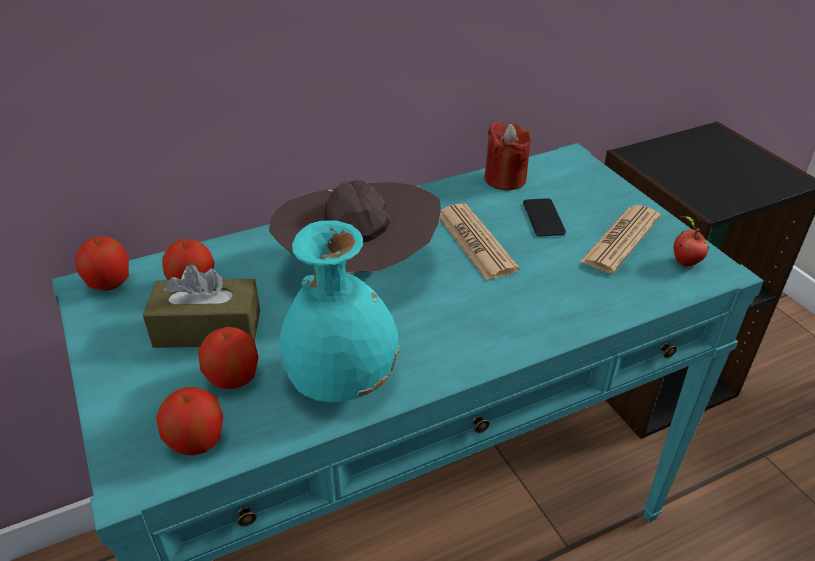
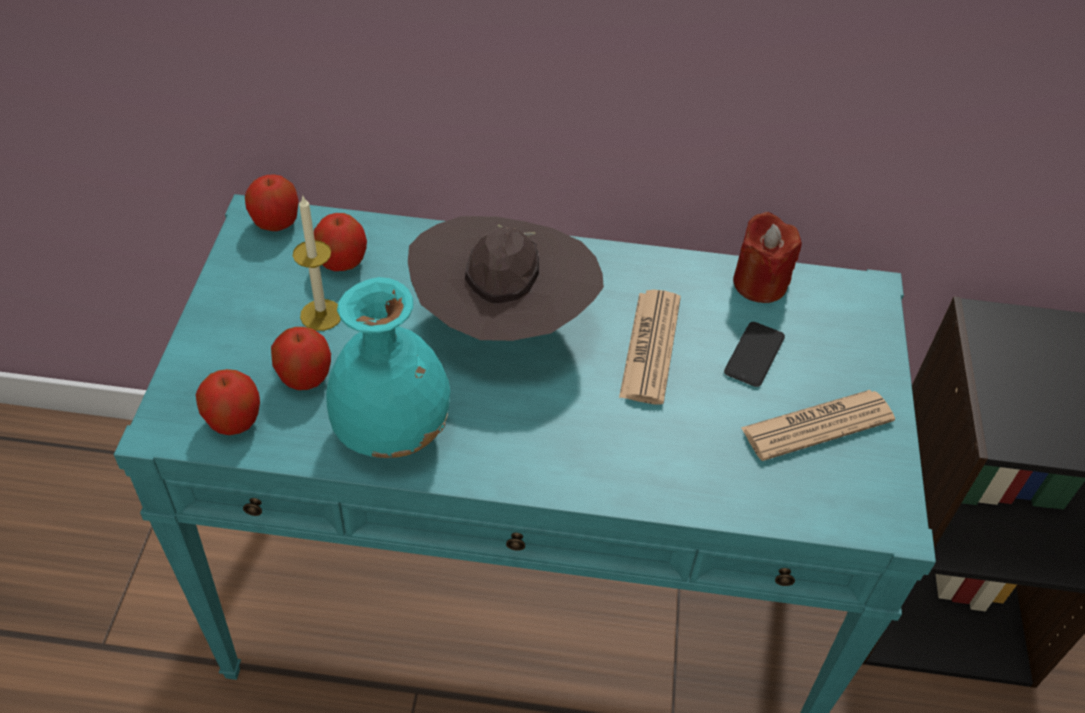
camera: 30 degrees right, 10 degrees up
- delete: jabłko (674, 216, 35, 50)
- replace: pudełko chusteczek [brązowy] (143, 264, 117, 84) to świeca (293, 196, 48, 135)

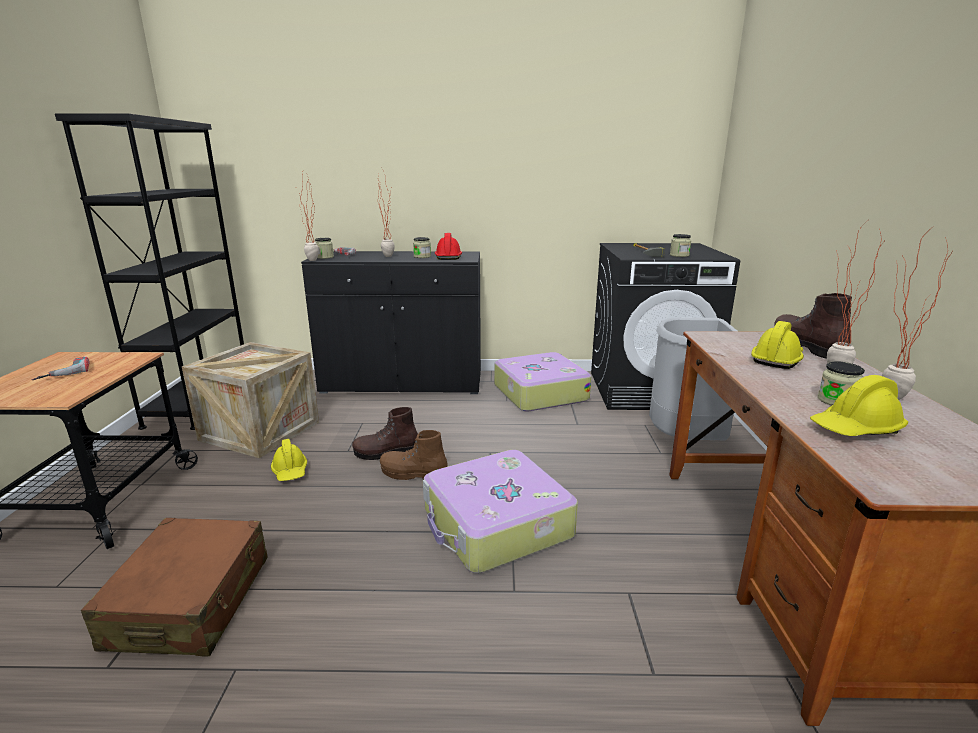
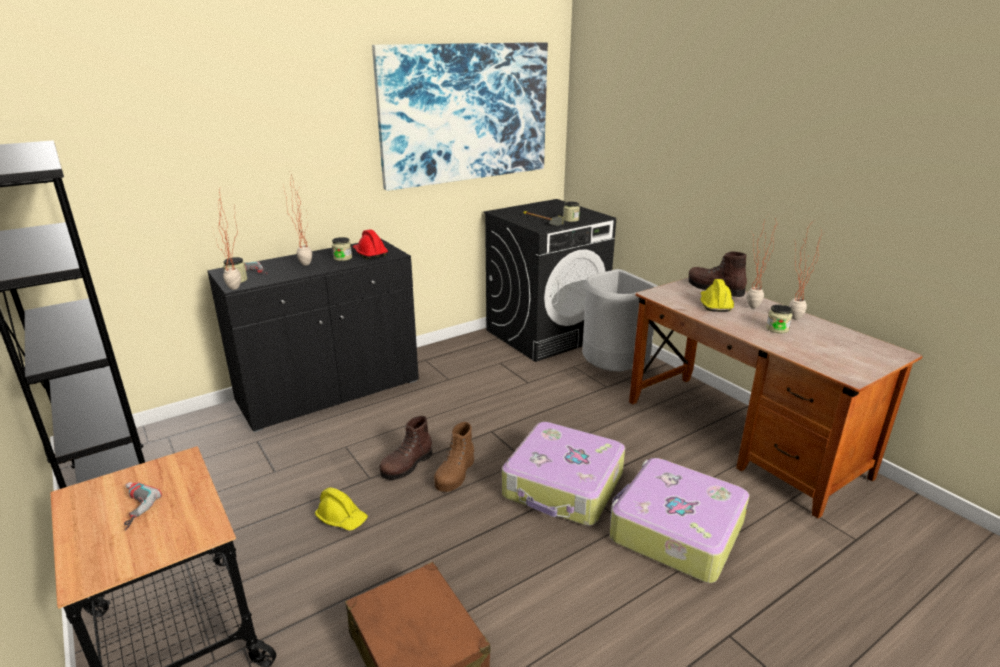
camera: 35 degrees left, 5 degrees up
- delete: skrzynka (182, 342, 137, 116)
- delete: kask [żółty] (810, 375, 98, 61)
- insert: obraz (372, 42, 176, 149)
- move: walizka (494, 352, 97, 60) to (610, 458, 139, 125)
- rotate: but z cholewką [brązowy] (380, 430, 68, 50) = (434, 422, 40, 70) 45 degrees counterclockwise

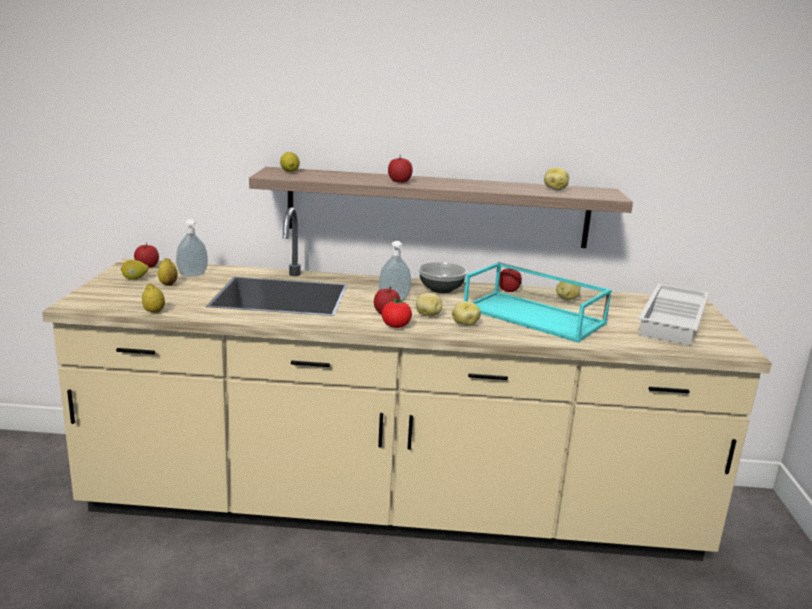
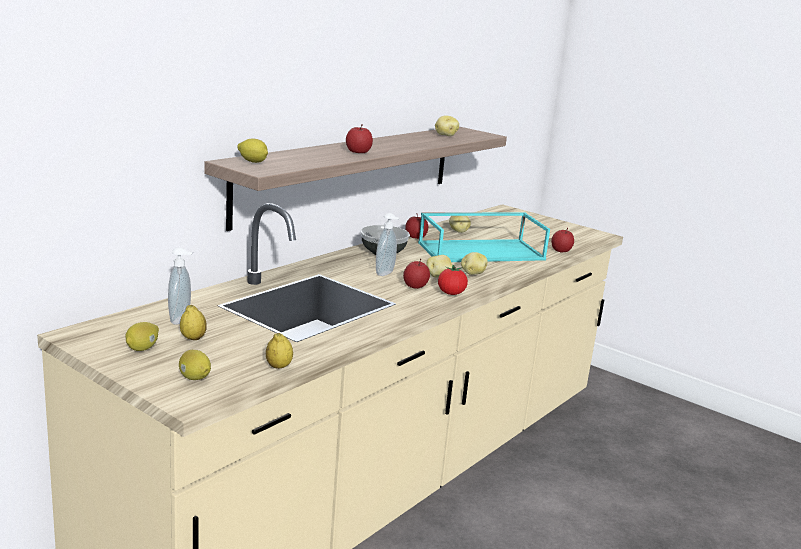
camera: 55 degrees left, 0 degrees up
- delete: taca [biały] (638, 284, 71, 62)
- insert: cytryna (179, 350, 32, 30)
- move: jabłko (134, 243, 25, 25) to (551, 228, 23, 24)

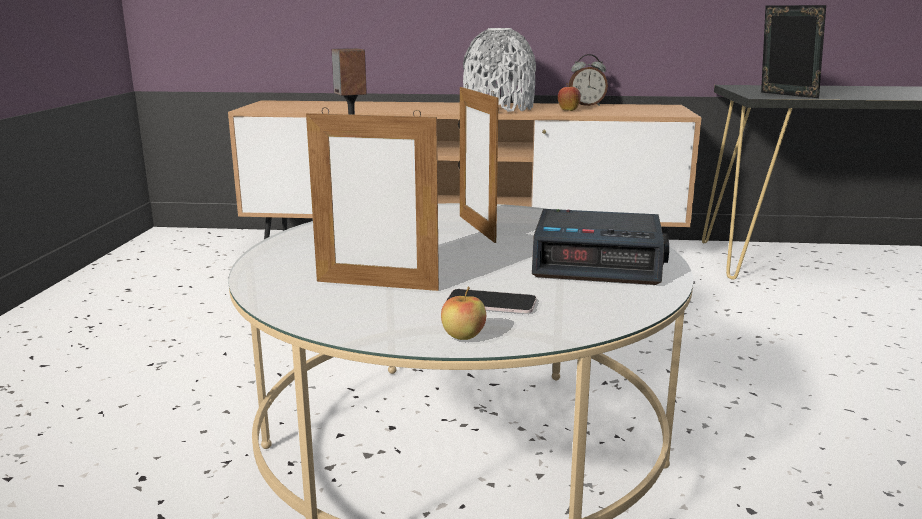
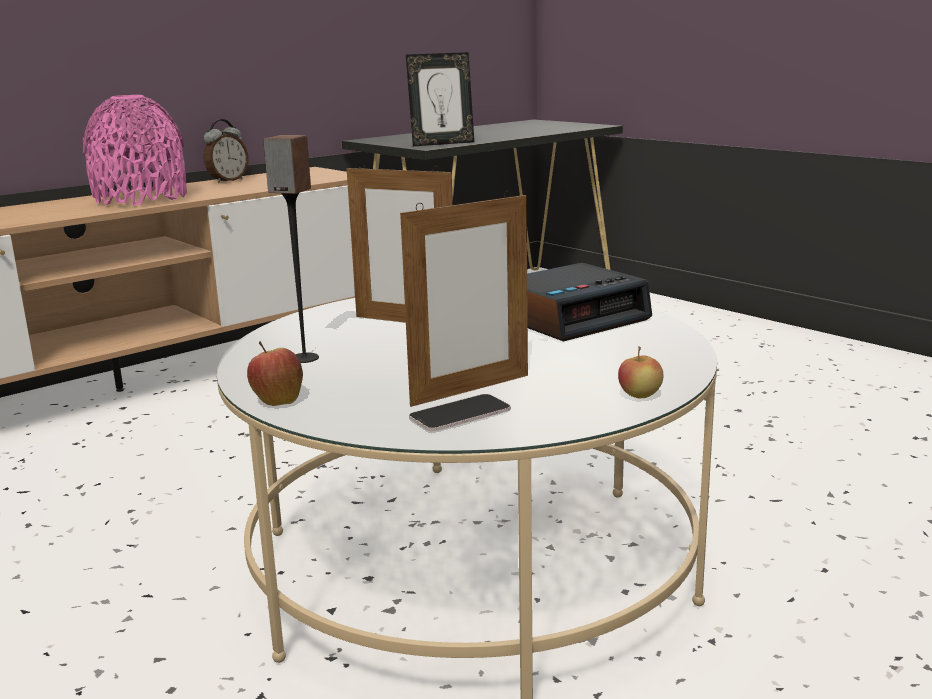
camera: 45 degrees left, 0 degrees up
- move: telefon (445, 289, 92, 24) to (409, 394, 102, 37)
- move: jabłko (558, 85, 23, 26) to (247, 341, 56, 65)
- recolor: wazon [szary] (463, 28, 73, 84) to wazon [różowy] (83, 95, 104, 111)
- rotate: ramka na zdjęcie (761, 5, 65, 93) = (406, 52, 68, 94) 150 degrees clockwise

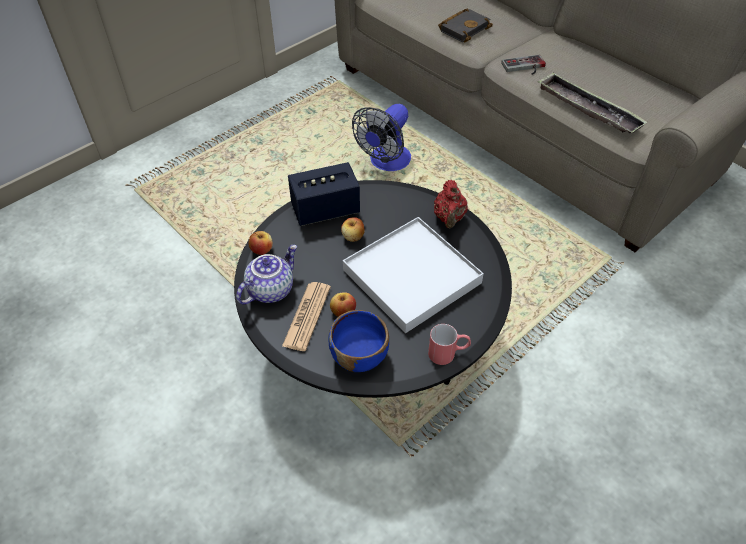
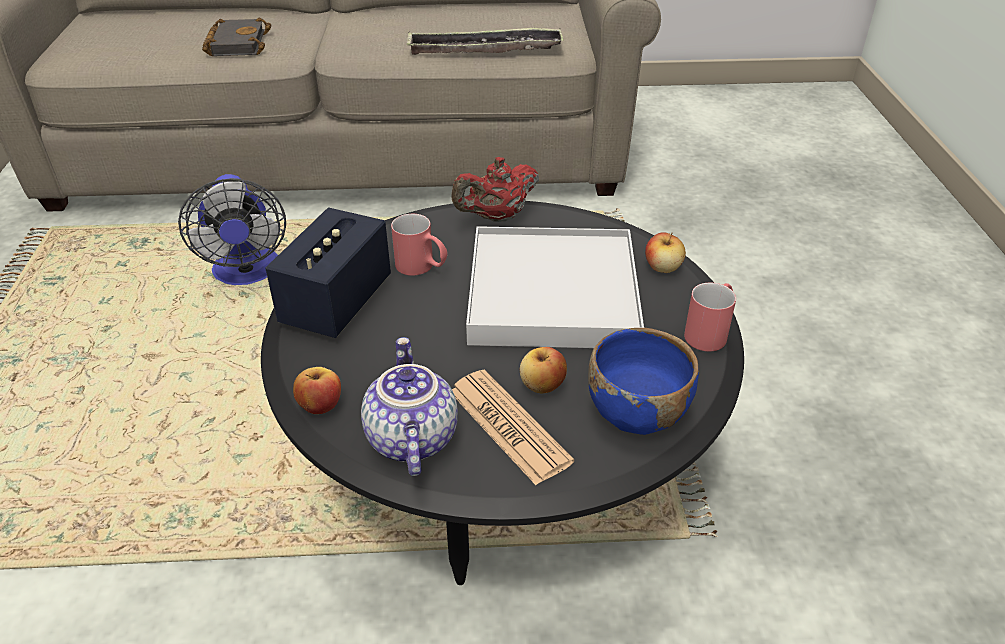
camera: 50 degrees left, 10 degrees down
- delete: pad do gier (501, 55, 45, 20)
- insert: kubek [czerwony] (391, 214, 57, 62)
- move: jabłko (341, 217, 24, 25) to (645, 232, 41, 41)
- rotate: imbryk [czerwony] (434, 180, 34, 48) = (451, 157, 88, 65) 105 degrees clockwise

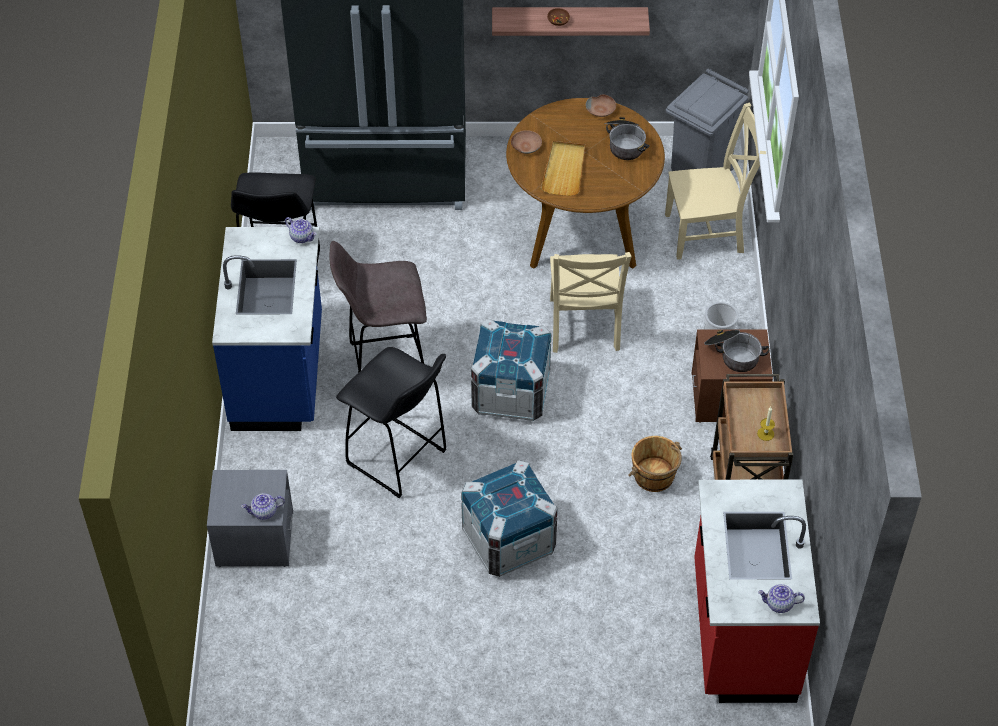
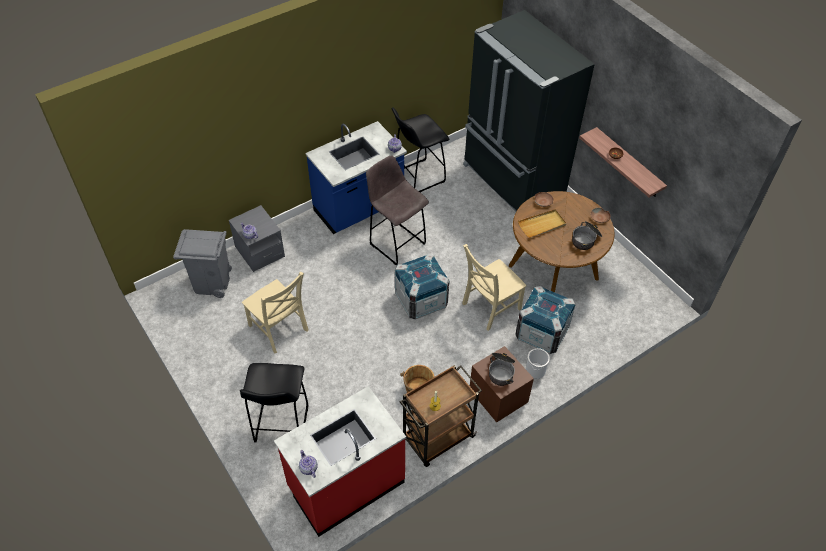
camera: 55 degrees right, 0 degrees up
- move: stołek [czarny] (336, 347, 111, 151) to (240, 363, 68, 80)
- move: skrzynka (461, 460, 97, 117) to (515, 286, 60, 68)
- move: krzesło [beżowy] (665, 103, 101, 157) to (242, 272, 67, 82)
- move: kosz na śmieci [szary] (666, 69, 83, 102) to (173, 229, 59, 69)

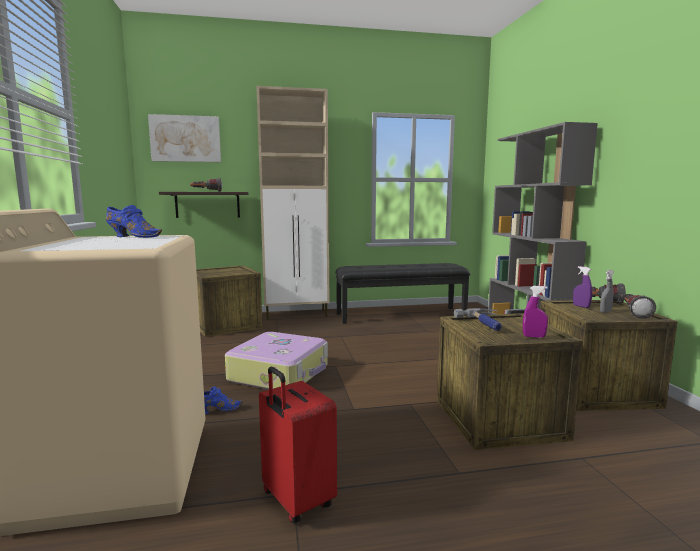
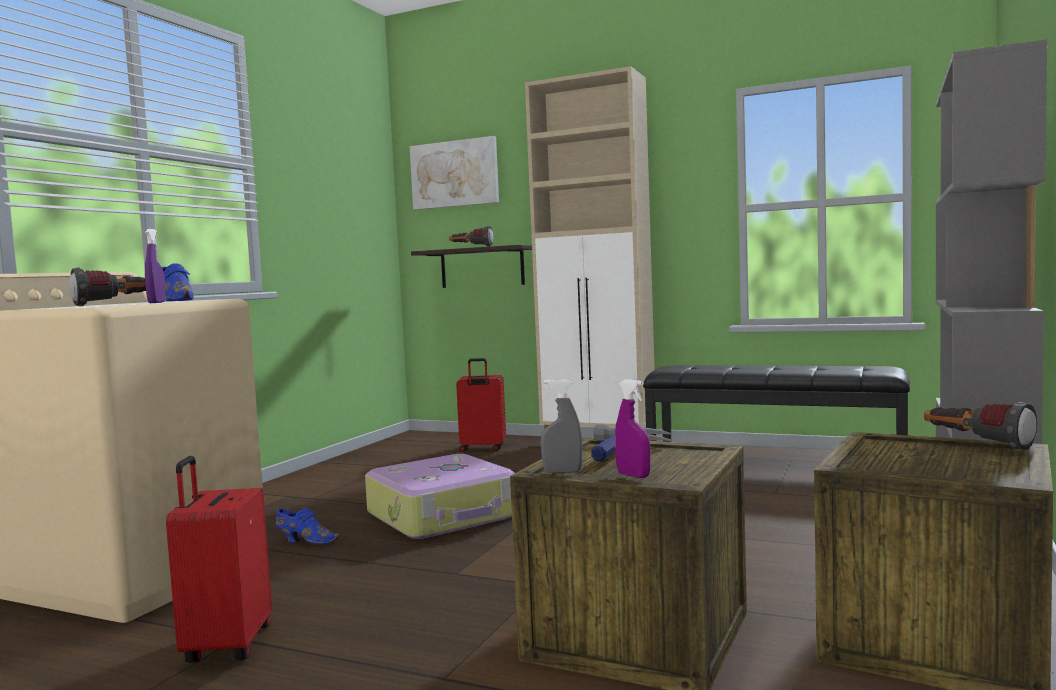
camera: 35 degrees right, 5 degrees down
- move: spryskiwacz [fioletowy] (573, 266, 19, 42) to (145, 229, 21, 74)
- move: spryskiwacz [szary] (600, 270, 14, 43) to (540, 379, 43, 94)
- move: latarka (625, 294, 31, 25) to (69, 268, 77, 38)
- replace: skrzynka (196, 266, 67, 71) to walizka [czerwony] (456, 358, 50, 94)

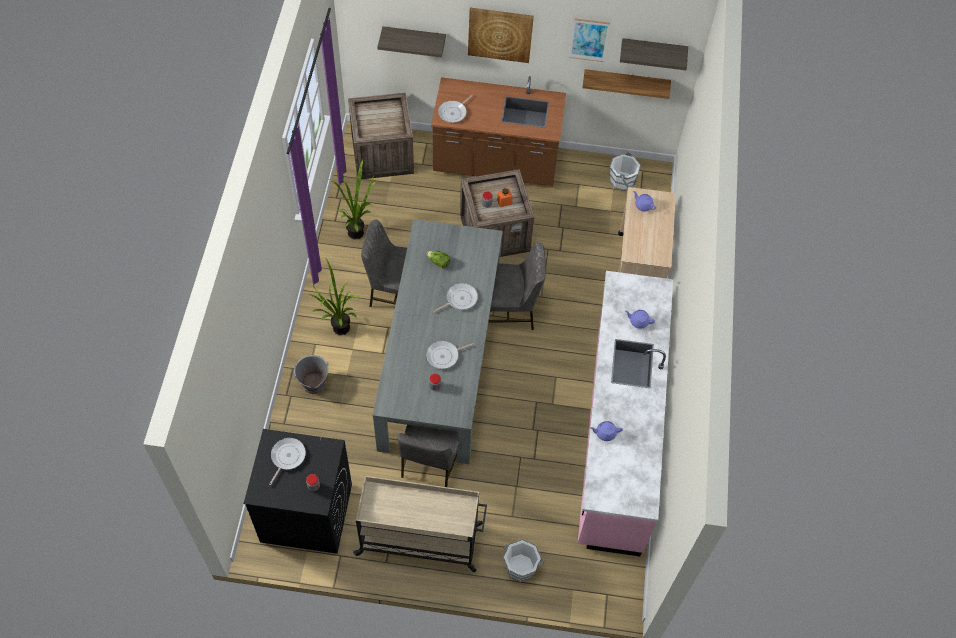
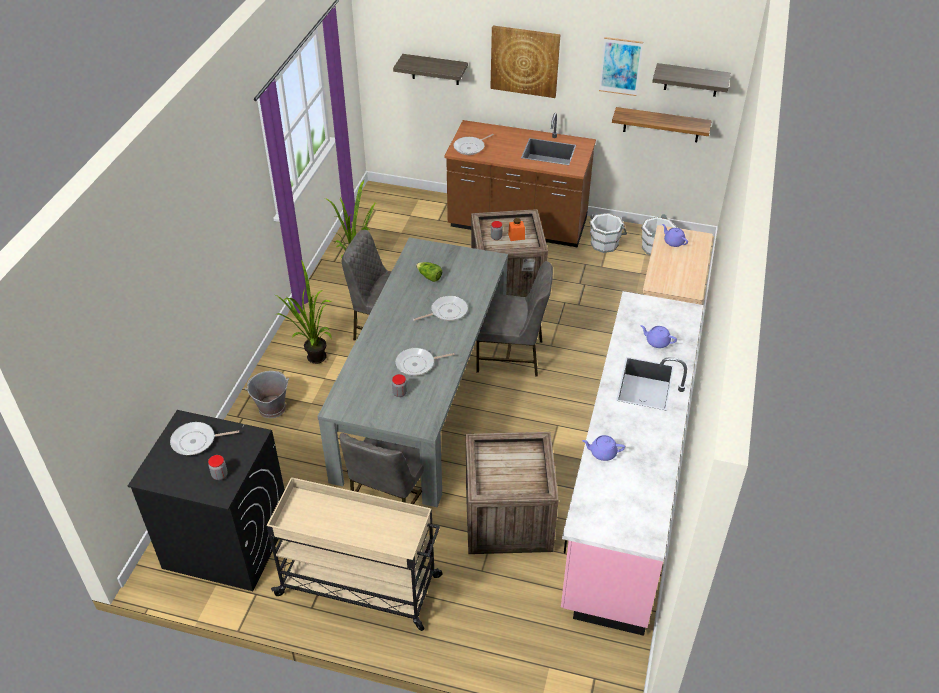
camera: 10 degrees right, 15 degrees down
- move: skrzynka (348, 93, 66, 86) to (466, 432, 93, 122)
- move: wiadro [biały] (503, 539, 41, 43) to (589, 213, 38, 40)
- rotate: patelnia (269, 438, 37, 47) = (170, 422, 69, 33) 135 degrees counterclockwise

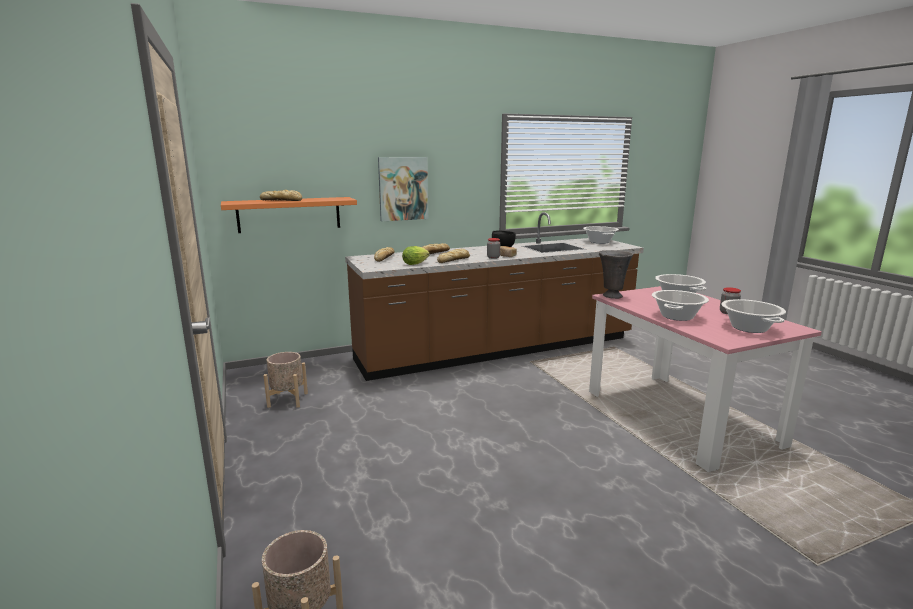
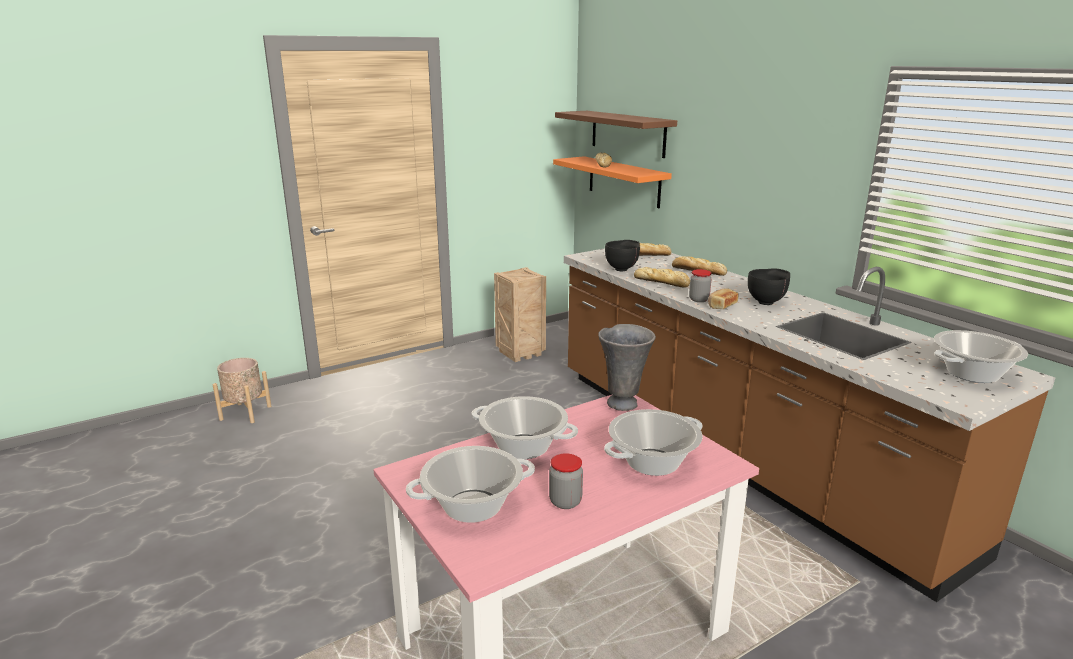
camera: 80 degrees right, 5 degrees up
- delete: obraz (378, 157, 50, 64)
- insert: półka [brązowy] (555, 111, 122, 47)
- replace: donica [beżowy] (263, 352, 45, 56) to skrzynka (494, 267, 52, 95)
- replace: sałata (402, 246, 28, 19) to miska [czarny] (605, 240, 35, 31)

